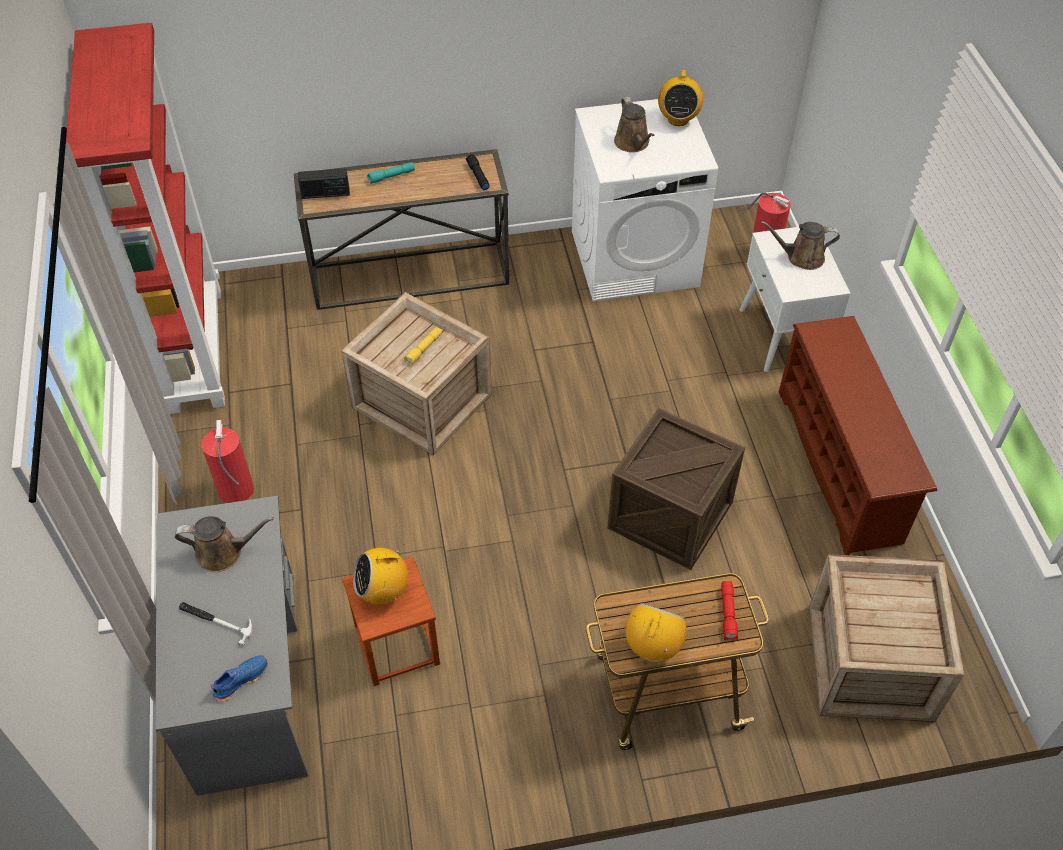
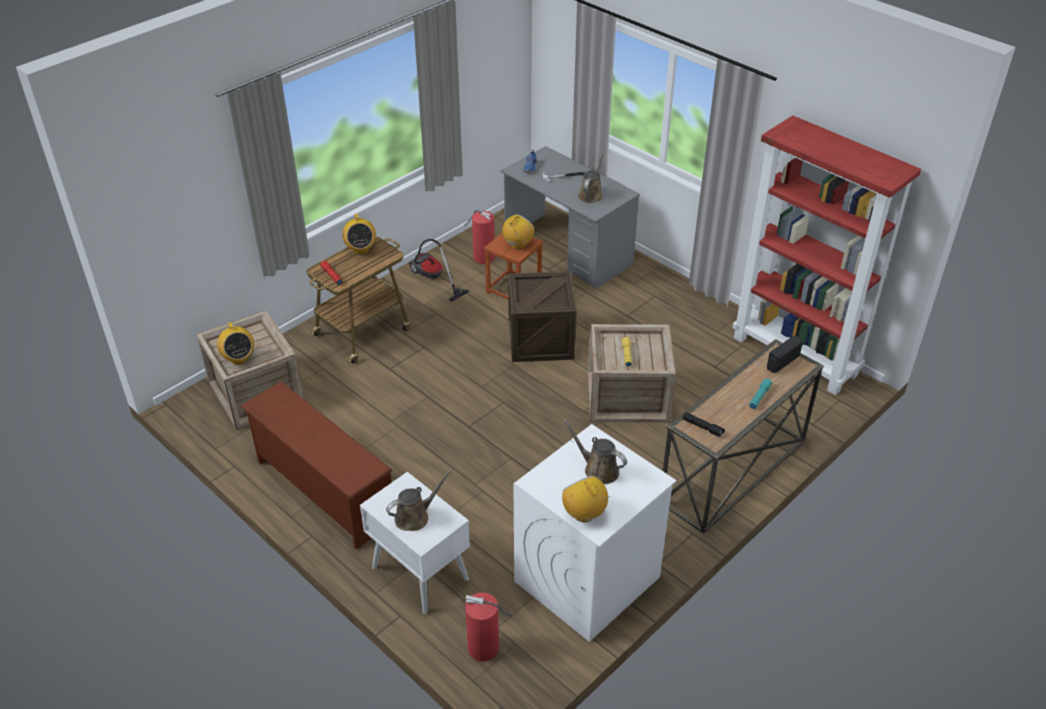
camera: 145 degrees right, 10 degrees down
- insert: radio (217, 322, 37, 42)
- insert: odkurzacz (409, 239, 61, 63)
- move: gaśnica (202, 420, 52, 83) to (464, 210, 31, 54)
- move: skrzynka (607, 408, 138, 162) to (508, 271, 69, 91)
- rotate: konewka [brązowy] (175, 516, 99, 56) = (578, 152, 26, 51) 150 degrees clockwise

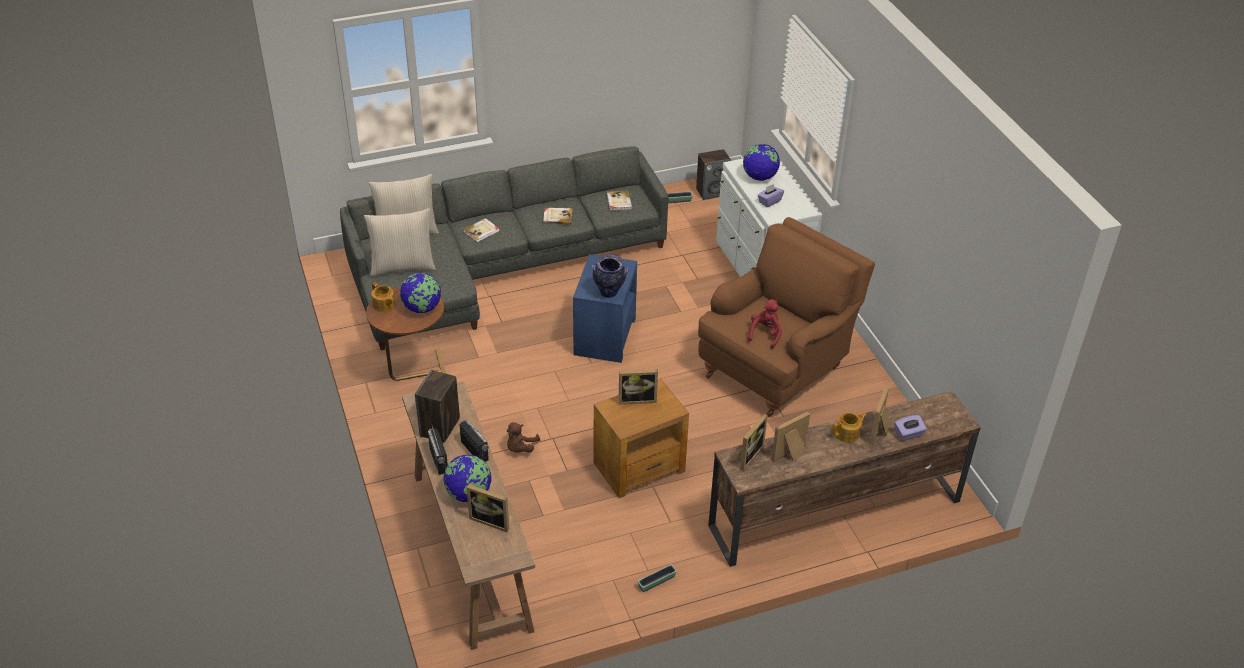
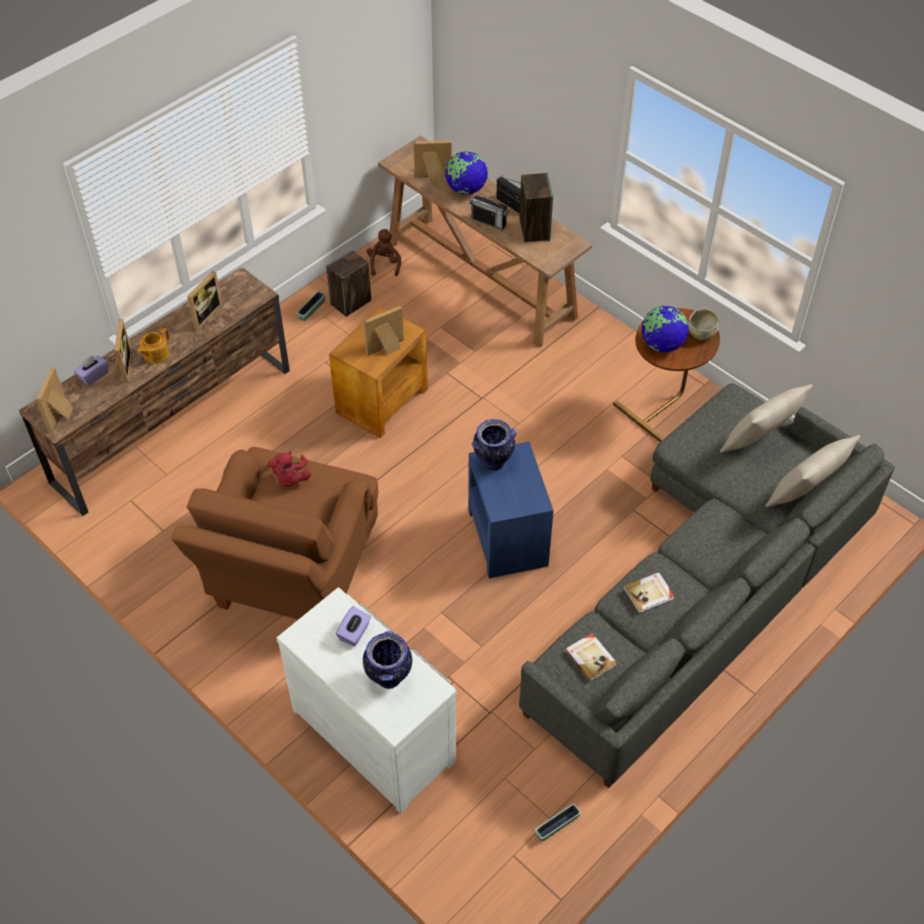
camera: 155 degrees right, 10 degrees up
- delete: książka (463, 218, 36, 24)
- move: pluszak [brązowy] (507, 422, 33, 31) to (367, 229, 34, 47)
- move: głośnik (696, 149, 35, 51) to (326, 250, 45, 67)
- move: ramka na zdjęcie (736, 413, 32, 58) to (36, 368, 37, 65)
- replace: imbryk (372, 282, 23, 30) to miska [beżowy] (688, 308, 31, 32)
- replace: globus (743, 144, 37, 37) to wazon (363, 631, 49, 58)

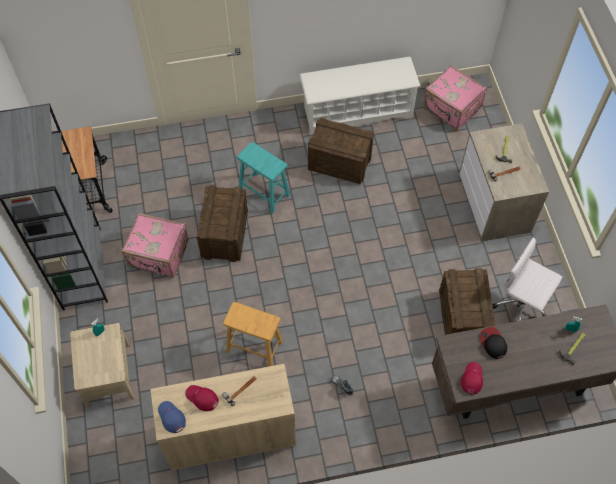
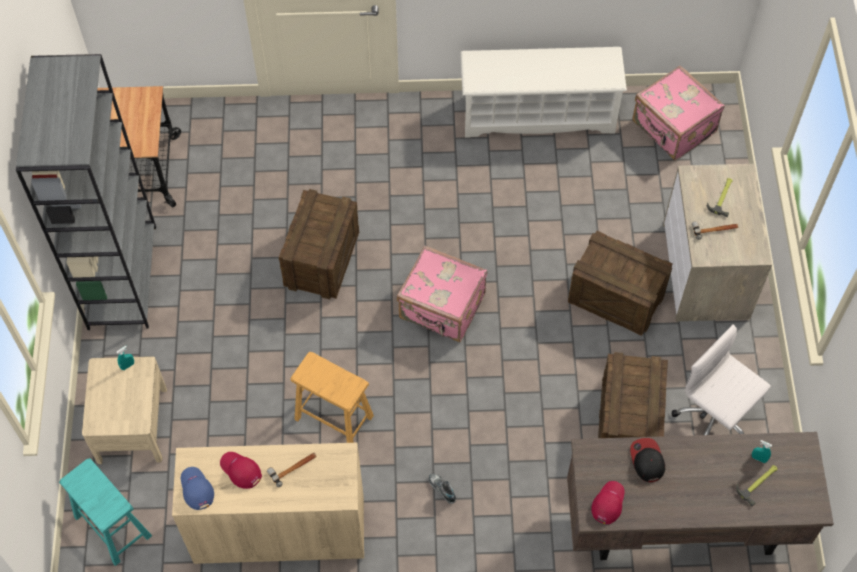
camera: 10 degrees right, 0 degrees up
- move: walizka [różowy] (122, 213, 66, 65) to (397, 245, 90, 97)
- move: stołek [turkusowy] (237, 142, 53, 72) to (59, 458, 93, 108)
- move: skrzynka (308, 118, 66, 67) to (568, 231, 105, 105)

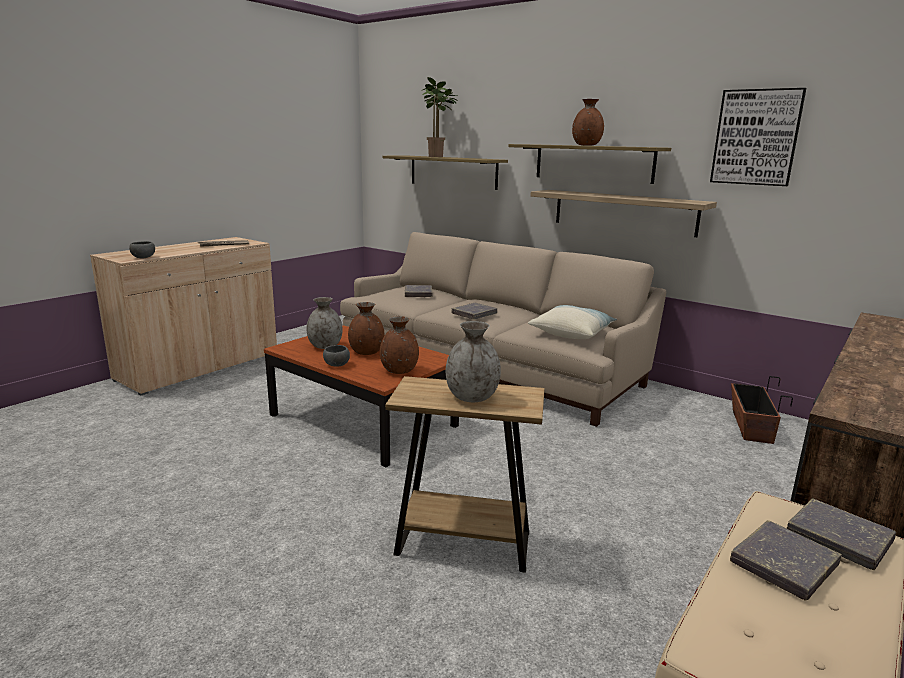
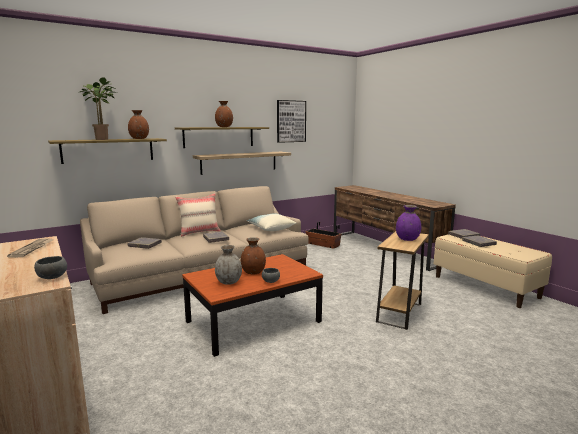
camera: 70 degrees left, 5 degrees down
- insert: poduszka [beżowy] (175, 193, 46, 44)
- move: wazon [brązowy] (380, 316, 39, 58) to (128, 110, 21, 29)
- recolor: wazon [szary] (446, 321, 55, 81) to wazon [fioletowy] (396, 205, 25, 36)

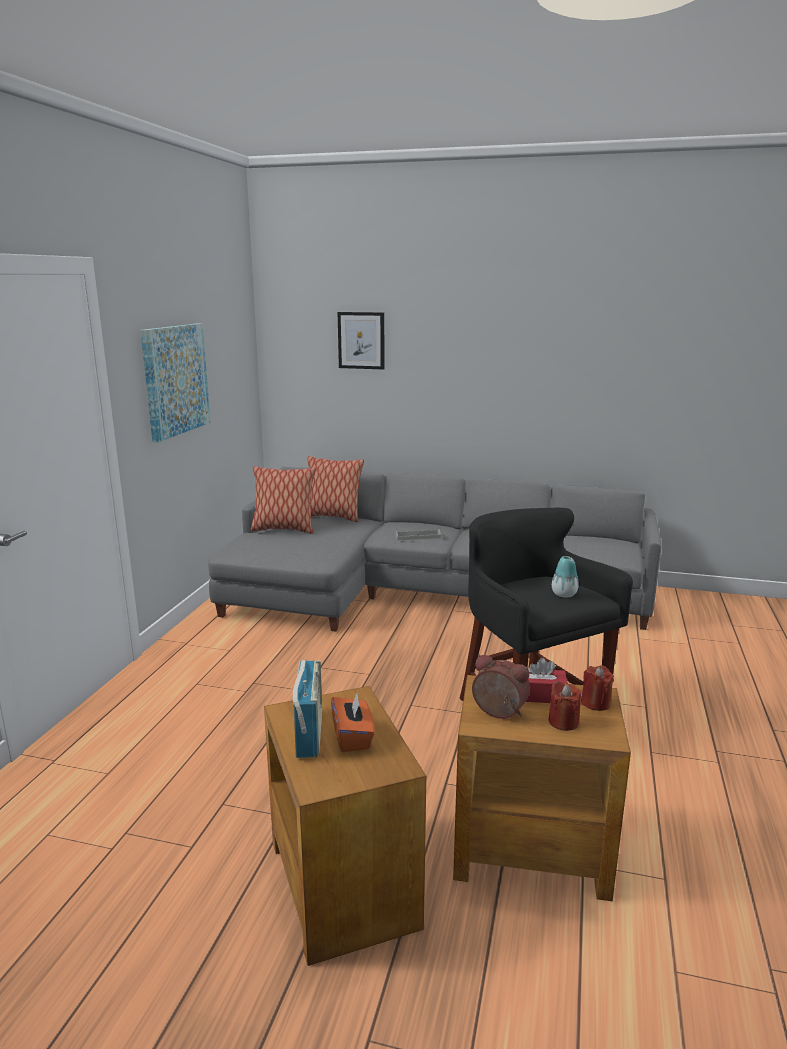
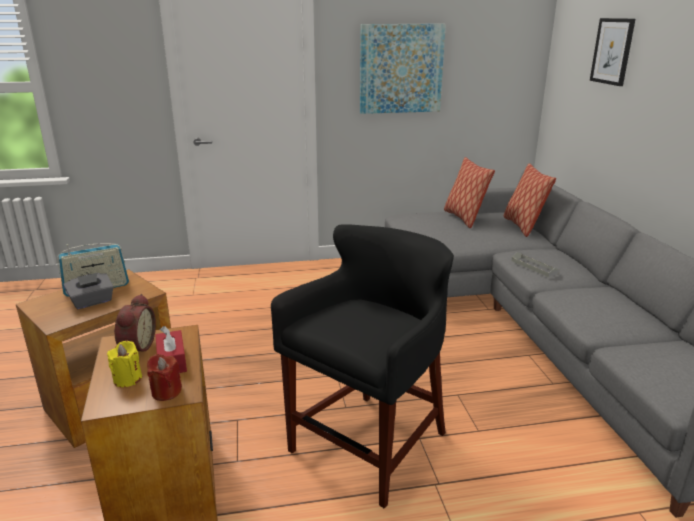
camera: 65 degrees right, 5 degrees up
- delete: wazon (552, 556, 27, 42)
- recolor: pudełko chusteczek [pomarańczowy] (331, 693, 44, 60) to pudełko chusteczek [szary] (64, 273, 50, 36)
- recolor: świeca [czerwony] (549, 681, 32, 50) to świeca [żółty] (107, 341, 35, 46)

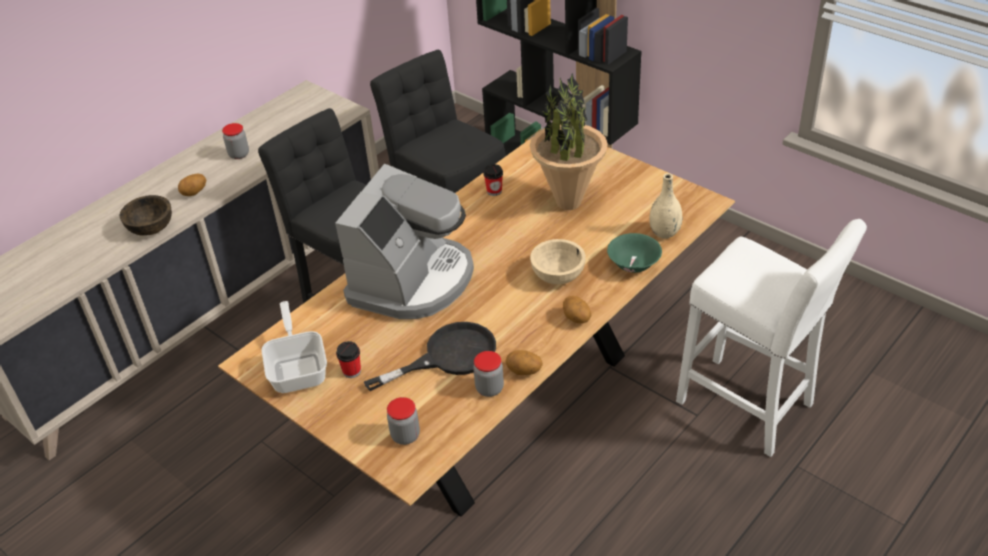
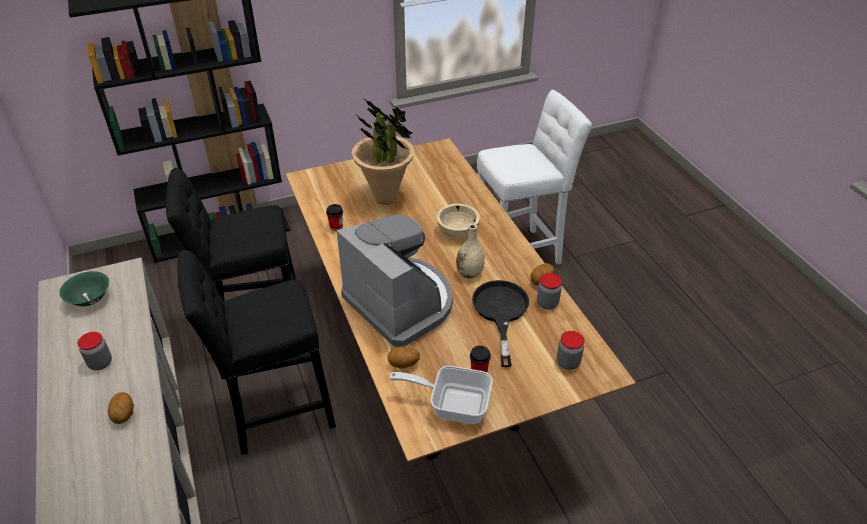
camera: 65 degrees left, 0 degrees up
- delete: miska [brązowy] (120, 195, 52, 40)
- move: ziemniak (563, 296, 28, 28) to (388, 346, 32, 23)
- move: miska [zielony] (607, 233, 55, 40) to (59, 271, 50, 35)
- move: wazon [beżowy] (650, 173, 32, 66) to (456, 224, 29, 55)

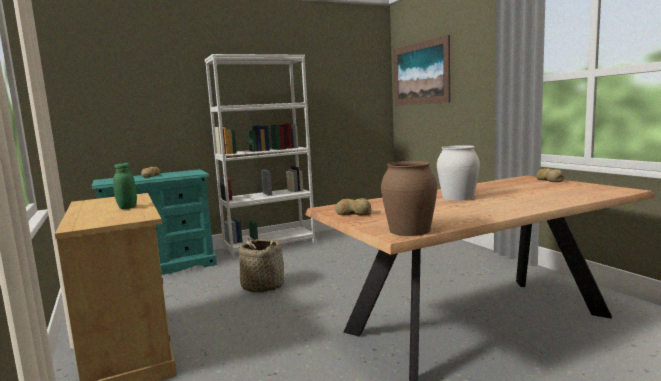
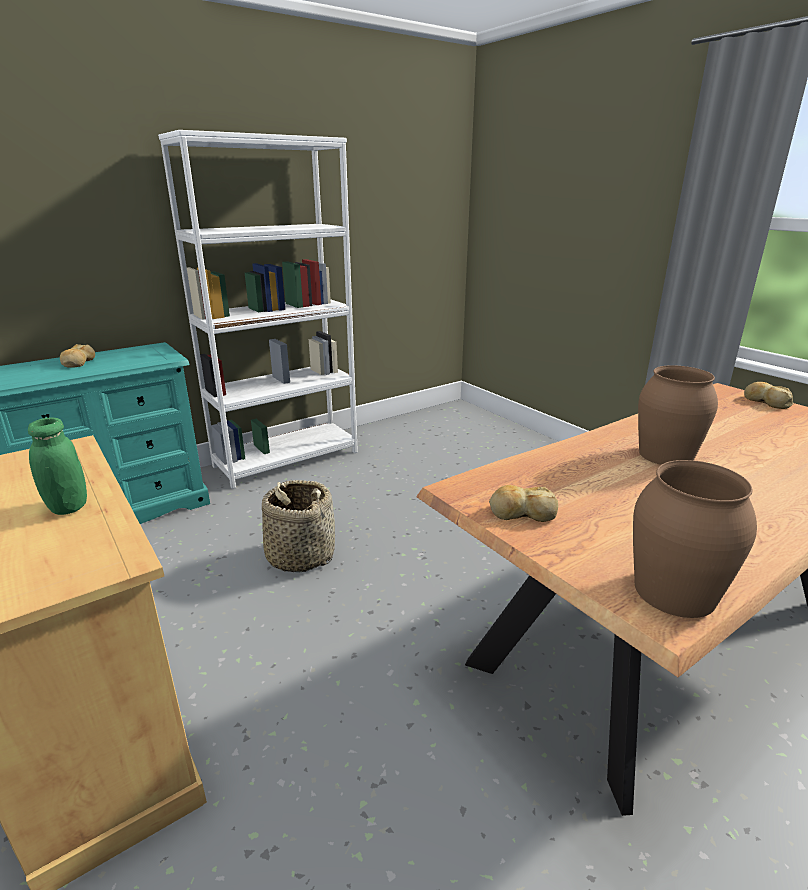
camera: 10 degrees left, 15 degrees up
- delete: obraz (394, 35, 56, 71)
- recolor: wazon [biały] (437, 145, 43, 55) to wazon [brązowy] (638, 365, 80, 100)

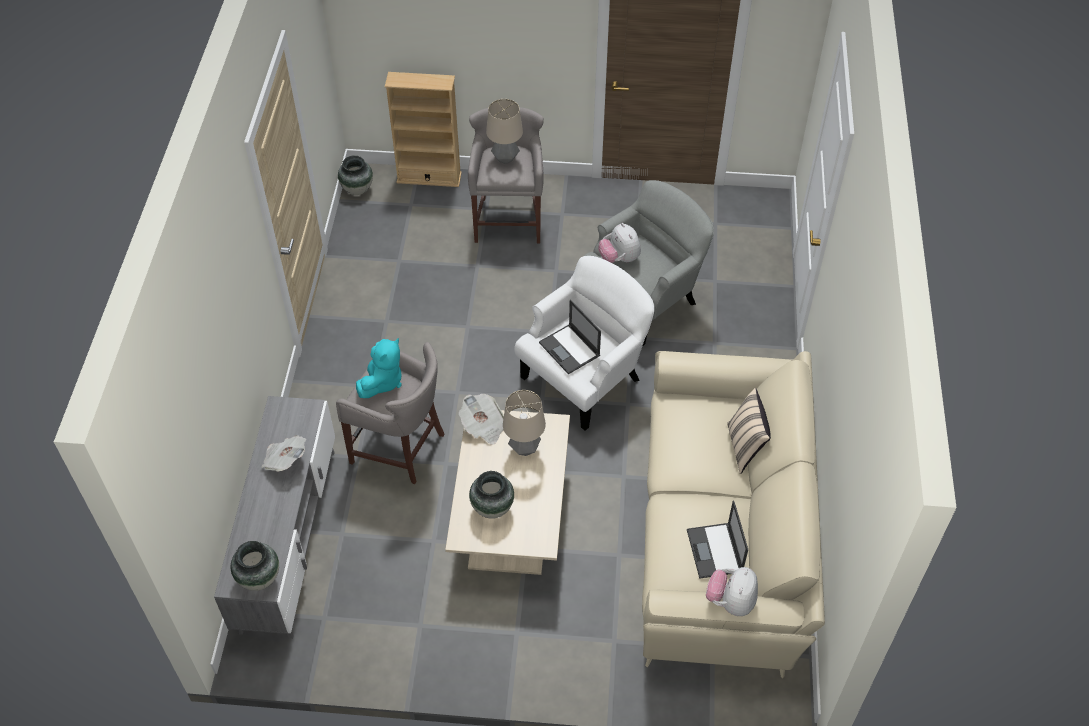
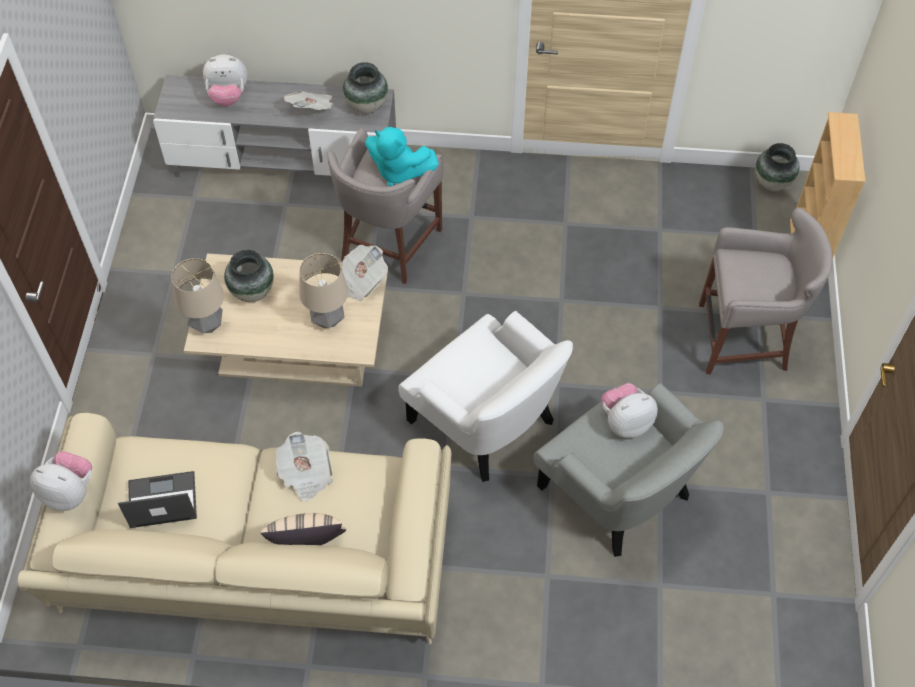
camera: 90 degrees right, 5 degrees up
- delete: laptop (539, 300, 62, 74)
- insert: pluszak (203, 55, 45, 51)
- insert: gazeta (276, 431, 57, 71)
- move: wazon (231, 541, 48, 50) to (343, 62, 45, 52)
- move: lampa stołowa (486, 99, 37, 65) to (172, 258, 52, 75)

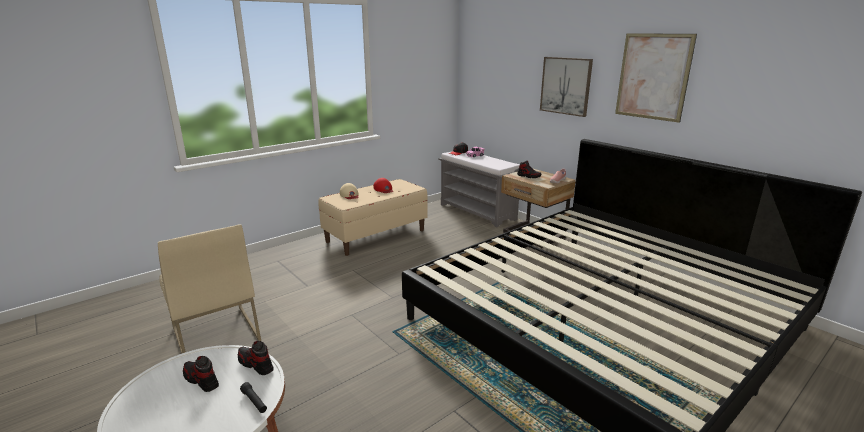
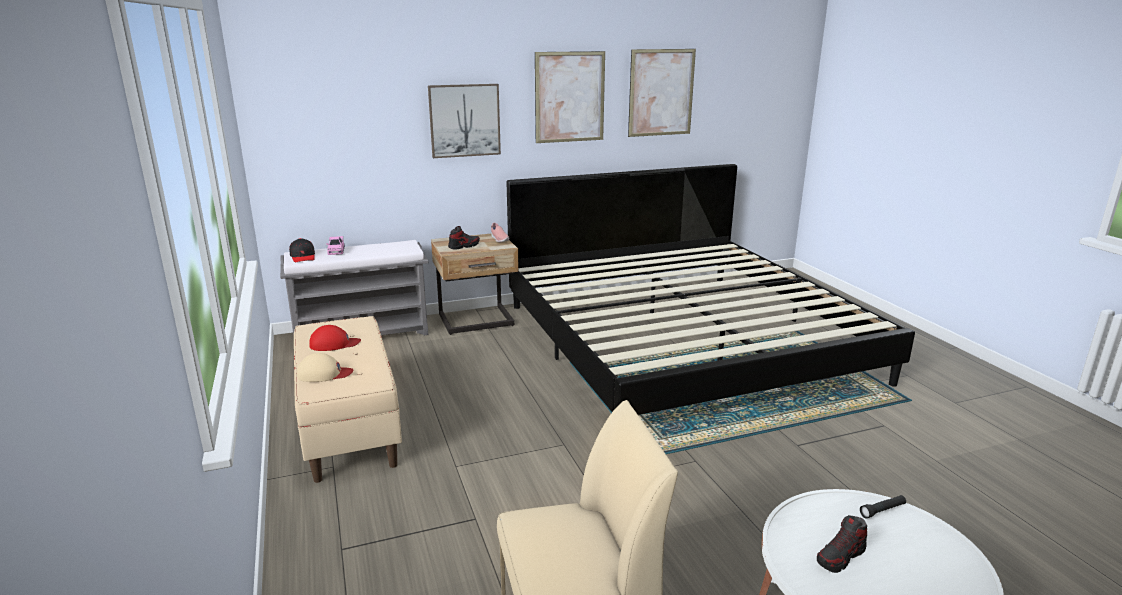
camera: 70 degrees left, 0 degrees up
- delete: but (238, 341, 36, 34)
- insert: obraz (628, 49, 68, 88)

